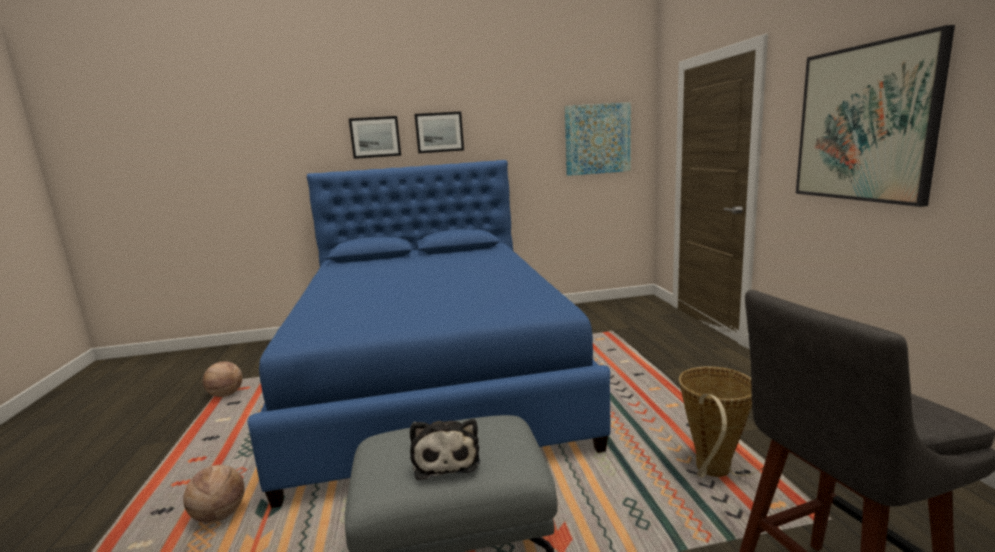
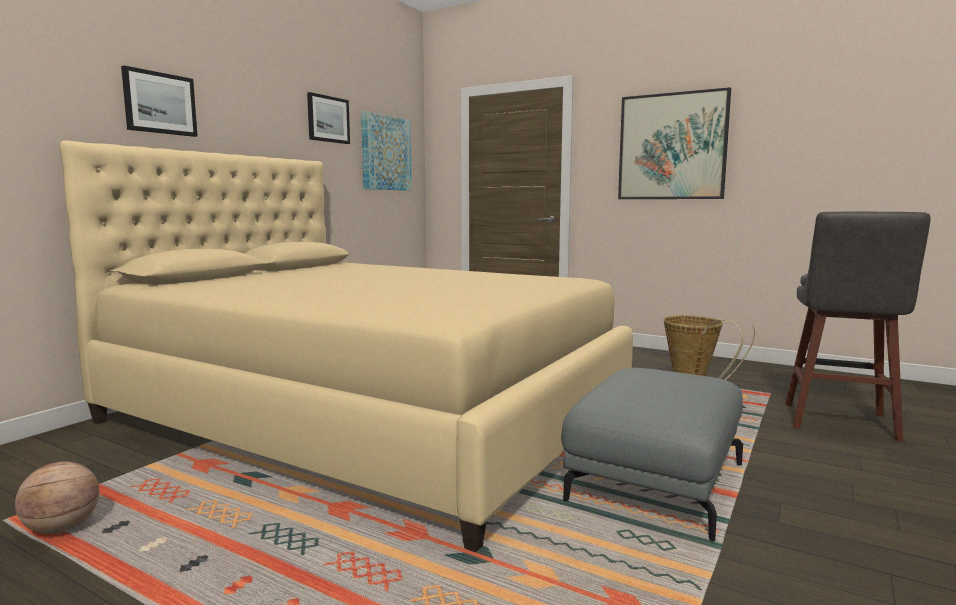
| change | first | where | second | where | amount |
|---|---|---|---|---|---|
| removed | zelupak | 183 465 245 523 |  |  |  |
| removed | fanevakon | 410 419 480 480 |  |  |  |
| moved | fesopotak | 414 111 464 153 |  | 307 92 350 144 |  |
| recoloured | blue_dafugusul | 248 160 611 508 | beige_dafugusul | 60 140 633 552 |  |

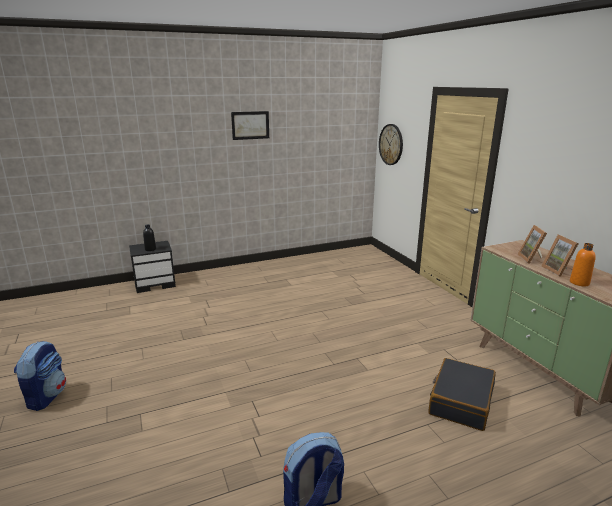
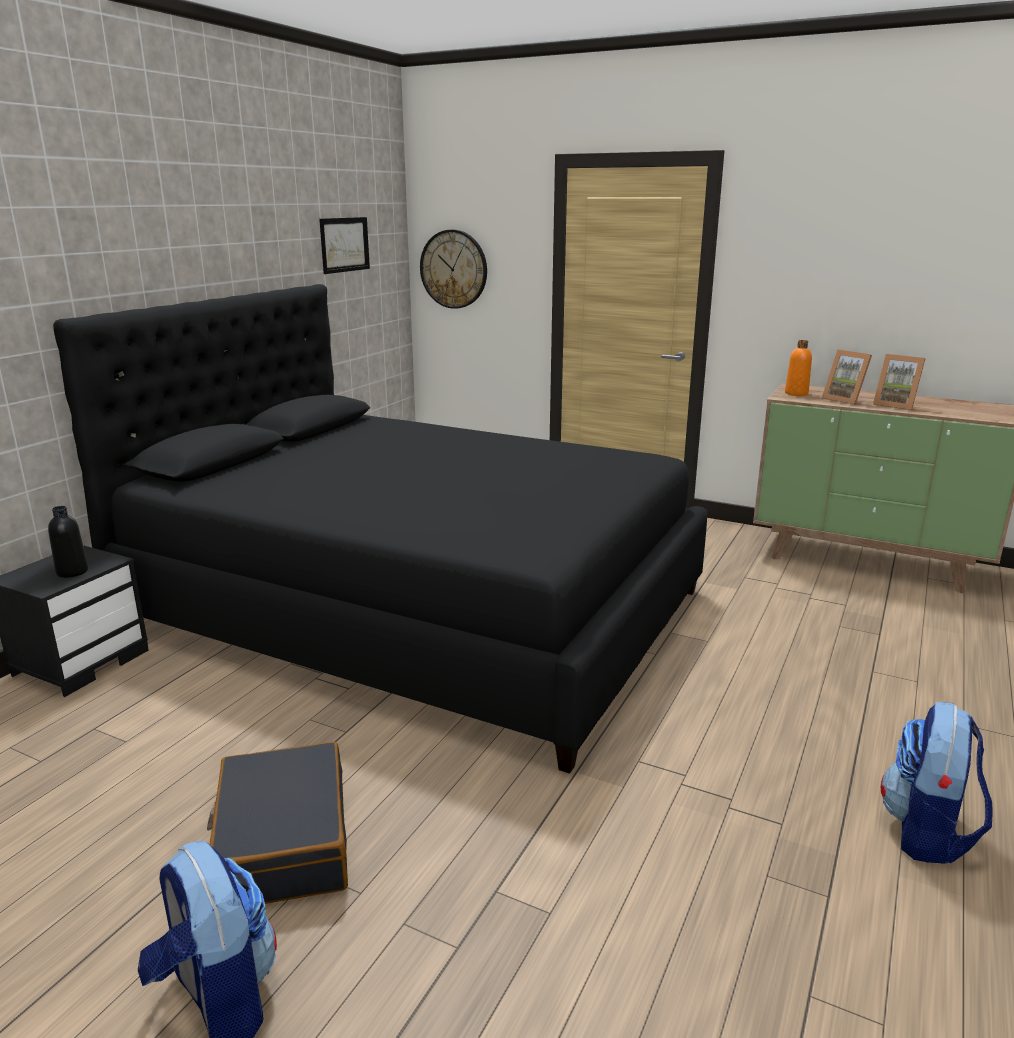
| change | first | where | second | where | amount |
|---|---|---|---|---|---|
| added |  |  | black_dafugusul | 53 284 707 773 |  |
| moved | fesopotak | 231 111 269 140 |  | 319 217 370 274 |  |
| moved | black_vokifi | 428 358 496 431 |  | 207 742 348 904 |  |
| moved | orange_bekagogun | 570 243 596 286 |  | 785 340 812 396 |  |

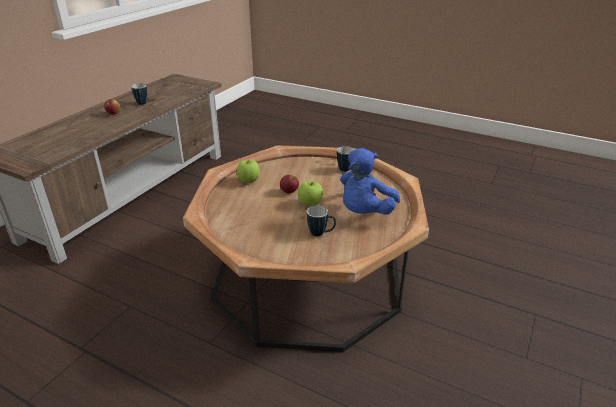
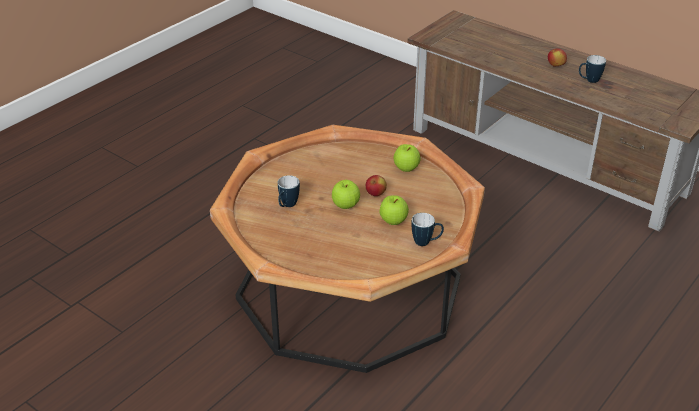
| change | first | where | second | where | amount |
|---|---|---|---|---|---|
| removed | blue_fanevakon | 340 148 400 215 |  |  |  |
| added |  |  | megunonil | 379 196 409 225 |  |

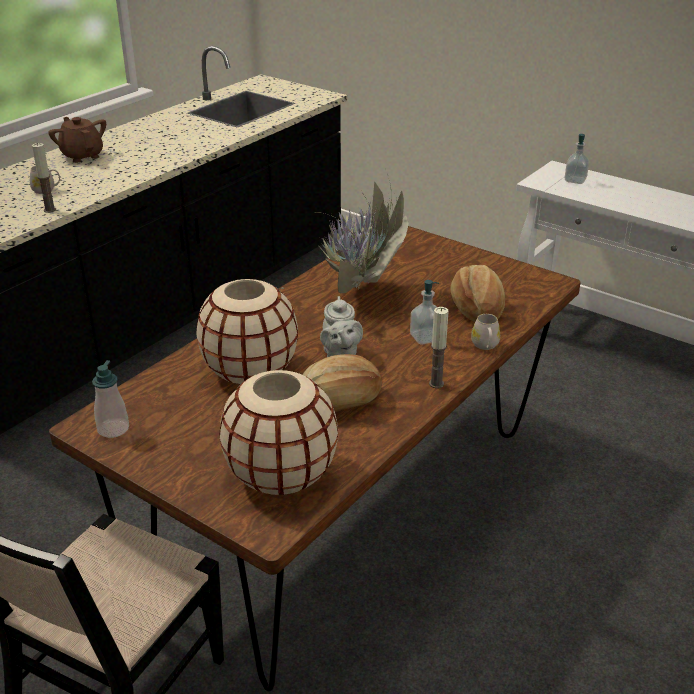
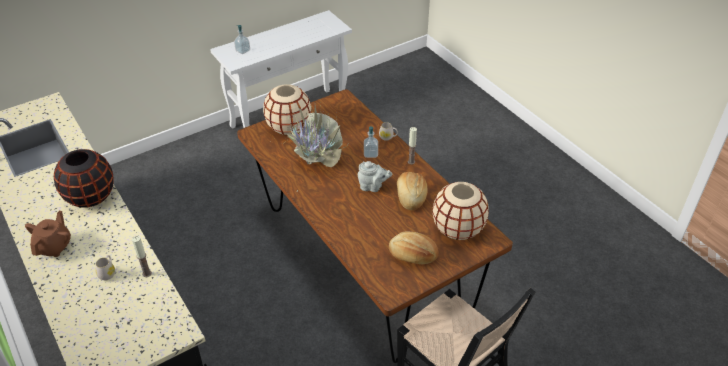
| change | first | where | second | where | amount |
|---|---|---|---|---|---|
| removed | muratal | 92 360 129 438 |  |  |  |
| added |  |  | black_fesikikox | 54 149 114 208 |  |
| moved | beige_fesikikox | 196 279 298 384 |  | 263 84 311 135 |  |
| moved | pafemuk | 450 265 505 322 |  | 389 231 439 264 |  |
| turned | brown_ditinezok | 48 117 106 163 |  | 25 211 71 257 | 120 degrees clockwise |

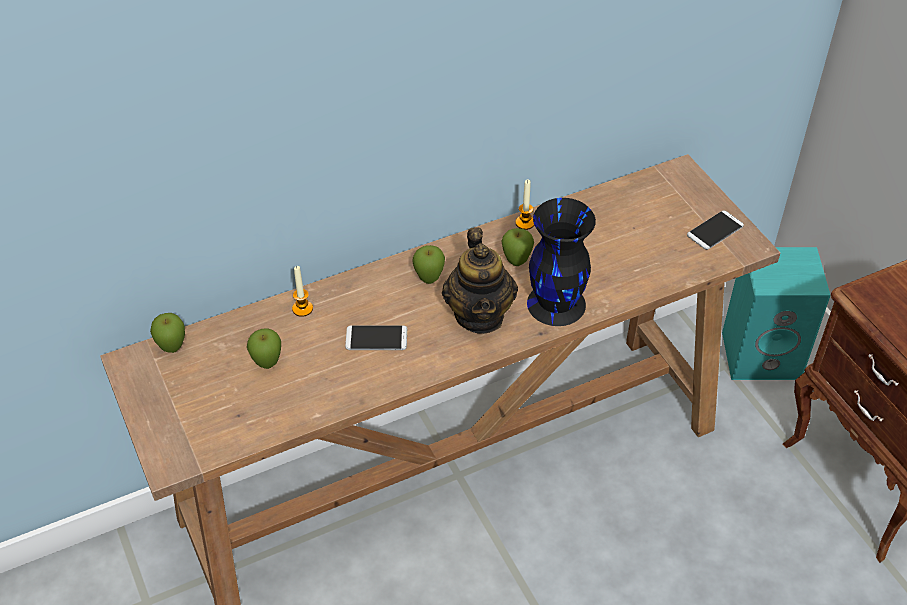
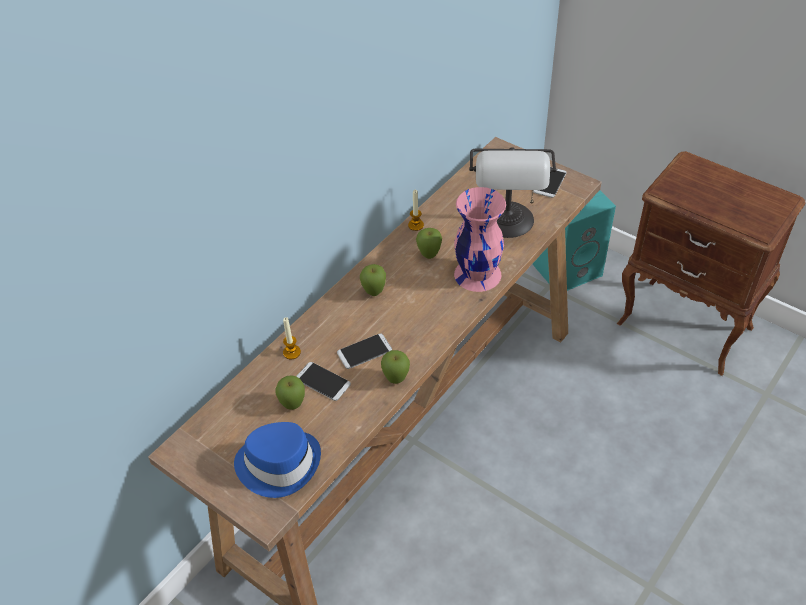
| change | first | where | second | where | amount |
|---|---|---|---|---|---|
| removed | ditinezok | 442 227 518 334 |  |  |  |
| added |  |  | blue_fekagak | 234 422 321 498 |  |
| added |  |  | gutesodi | 297 362 351 401 |  |
| added |  |  | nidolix | 469 147 557 238 |  |
| moved | megunonil | 150 313 185 353 |  | 381 350 410 384 |  |
| recoloured | black_fesikikox | 527 198 596 326 | pink_fesikikox | 454 187 506 292 |  |

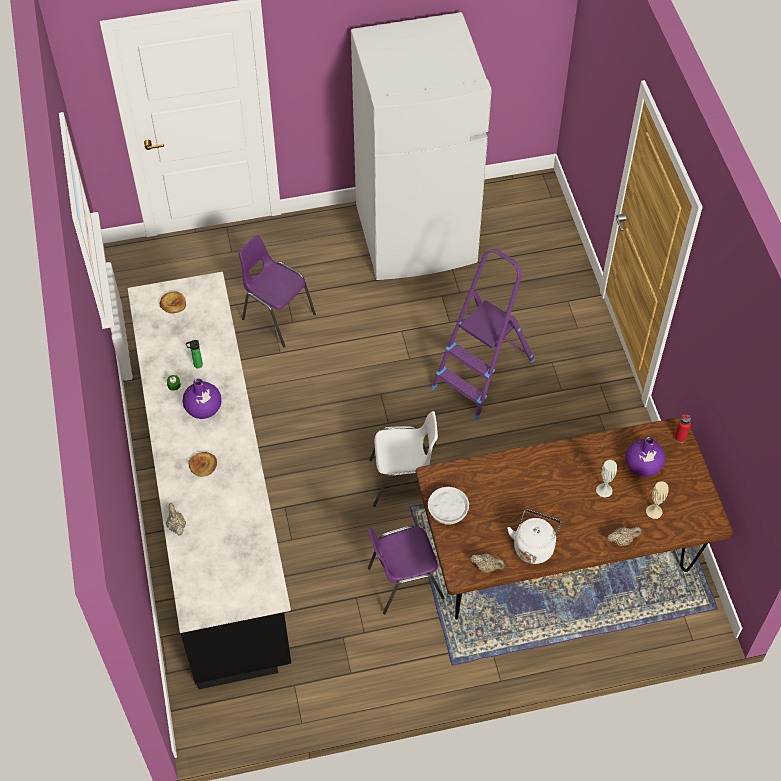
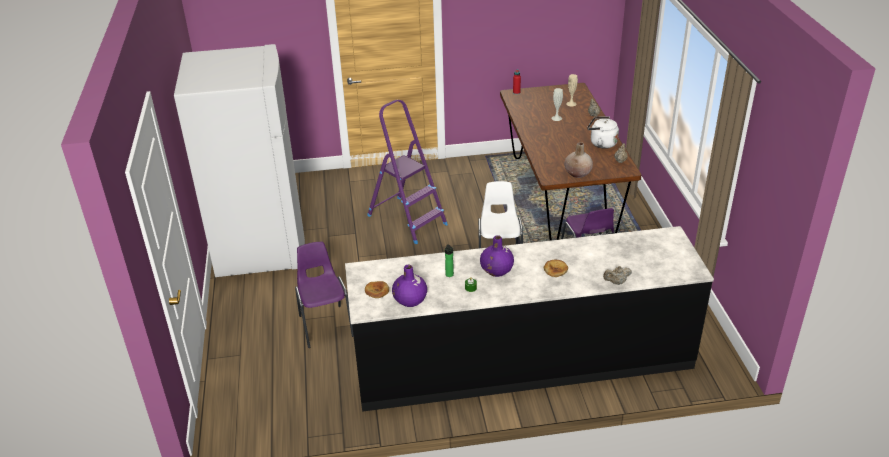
| change | first | where | second | where | amount |
|---|---|---|---|---|---|
| moved | purple_fesikikox | 626 437 665 477 |  | 392 265 427 307 |  |
| replaced | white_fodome | 428 487 469 525 | beige_fesikikox | 564 142 593 178 |  |
| turned | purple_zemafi | 239 235 316 347 |  | 295 242 354 348 | 120 degrees clockwise |

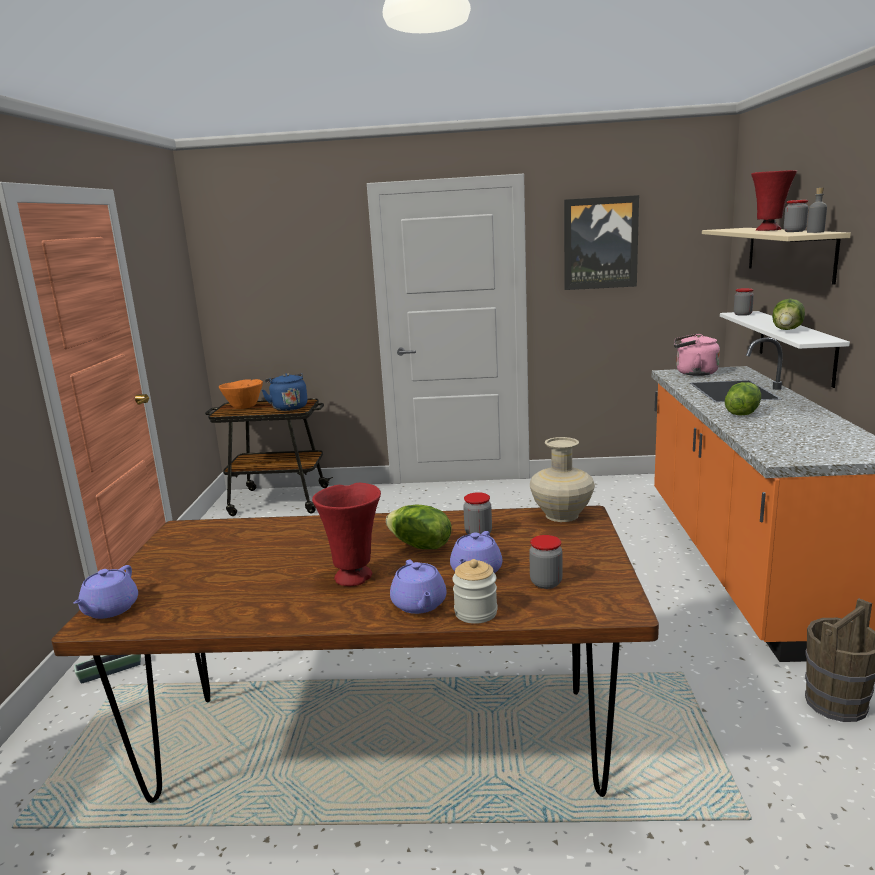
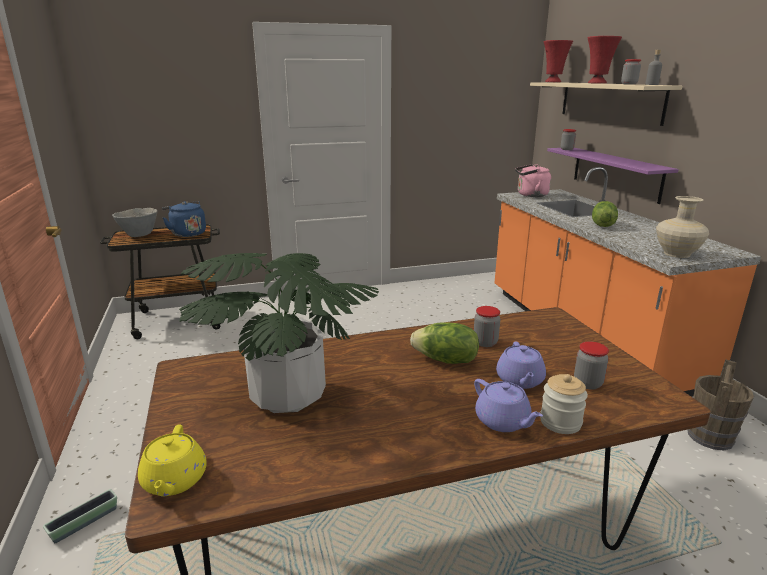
| change | first | where | second | where | amount |
|---|---|---|---|---|---|
| removed | fesopotak | 564 195 639 290 |  |  |  |
| removed | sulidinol | 772 299 805 330 |  |  |  |
| added |  |  | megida | 179 253 379 413 |  |
| moved | red_fesikikox | 312 483 381 586 |  | 544 40 573 82 |  |
| moved | beige_fesikikox | 530 437 595 522 |  | 656 196 709 258 |  |
| recoloured | purple_ditinezok | 74 565 138 619 | yellow_ditinezok | 138 424 207 496 |  |
| recoloured | orange_fodome | 219 379 263 409 | grey_fodome | 112 208 158 237 |  |
| recoloured | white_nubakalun | 720 311 850 388 | purple_nubakalun | 547 148 679 204 |  |

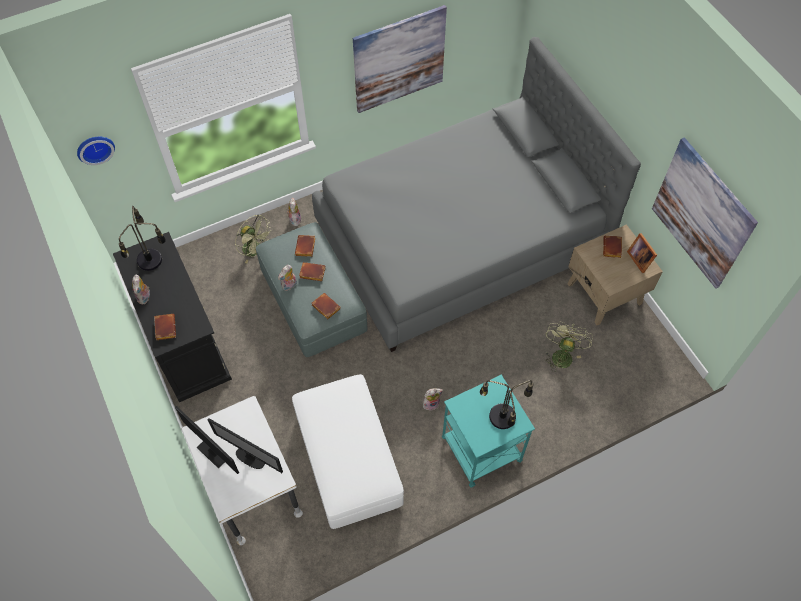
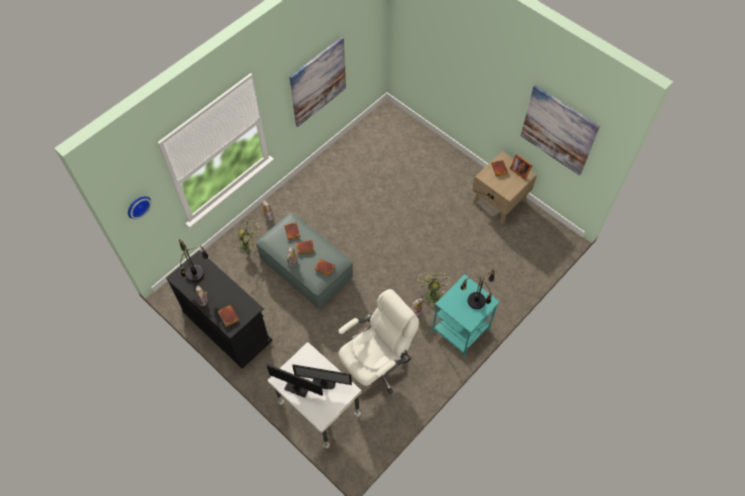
| change | first | where | second | where | amount |
|---|---|---|---|---|---|
| removed | grey_dafugusul | 312 37 641 352 |  |  |  |
| moved | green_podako | 545 322 593 372 |  | 417 271 451 308 |  |
| replaced | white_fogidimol | 292 374 404 529 | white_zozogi | 338 289 419 394 |  |

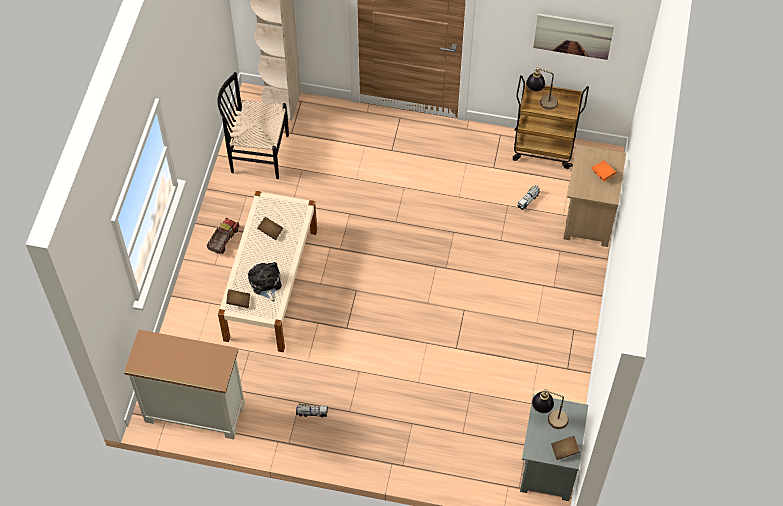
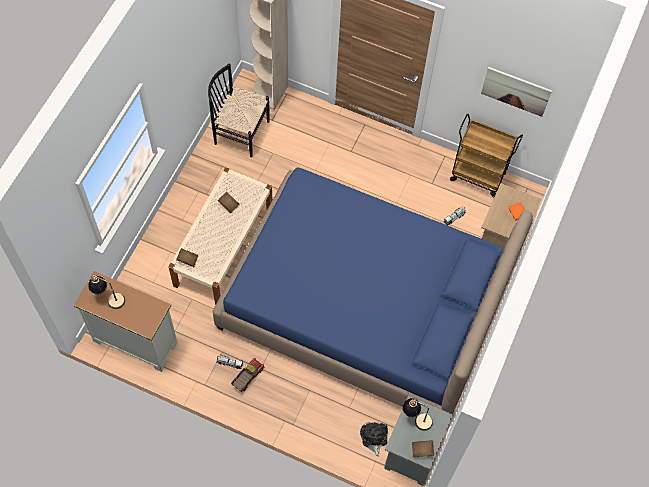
| change | first | where | second | where | amount |
|---|---|---|---|---|---|
| added |  |  | blue_dafugusul | 213 167 533 415 |  |
| moved | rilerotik | 206 218 239 254 |  | 231 358 264 392 |  |
| moved | fanevakon | 248 262 282 302 |  | 360 422 388 457 |  |
| moved | nidolix | 526 67 558 110 |  | 88 275 125 309 |  |

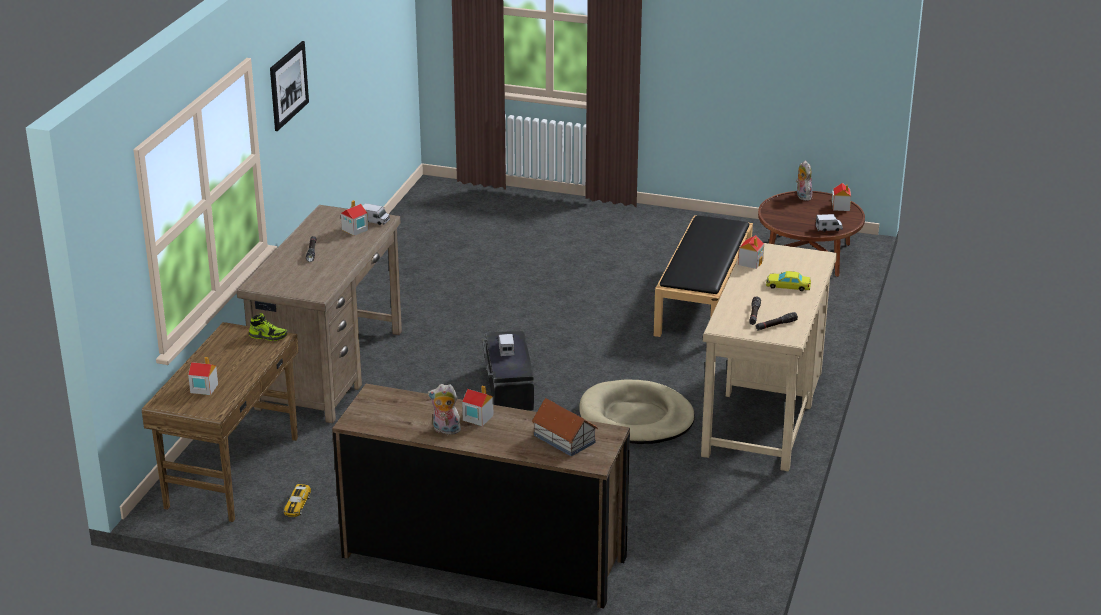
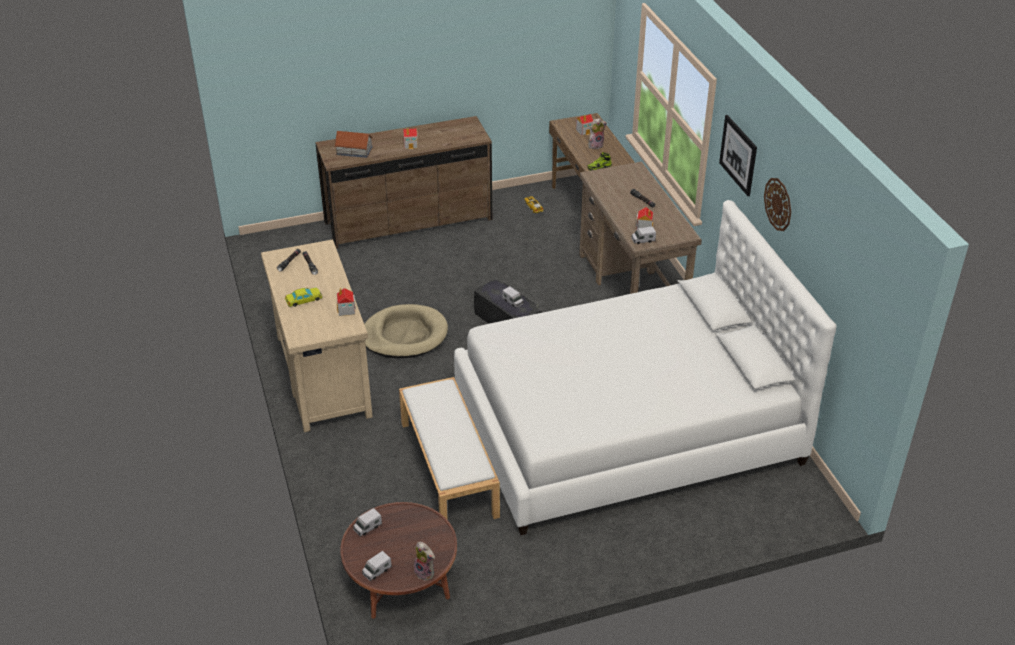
| change | first | where | second | where | amount |
|---|---|---|---|---|---|
| added |  |  | white_dafugusul | 454 200 837 535 |  |
| added |  |  | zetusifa | 764 178 791 231 |  |
| moved | fanevakon | 428 384 461 435 |  | 588 118 607 149 |  |
| replaced | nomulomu | 832 183 851 211 | rilerotik | 362 551 392 581 |  |
| recoloured | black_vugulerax | 654 215 753 337 | white_vugulerax | 399 377 500 520 |  |

